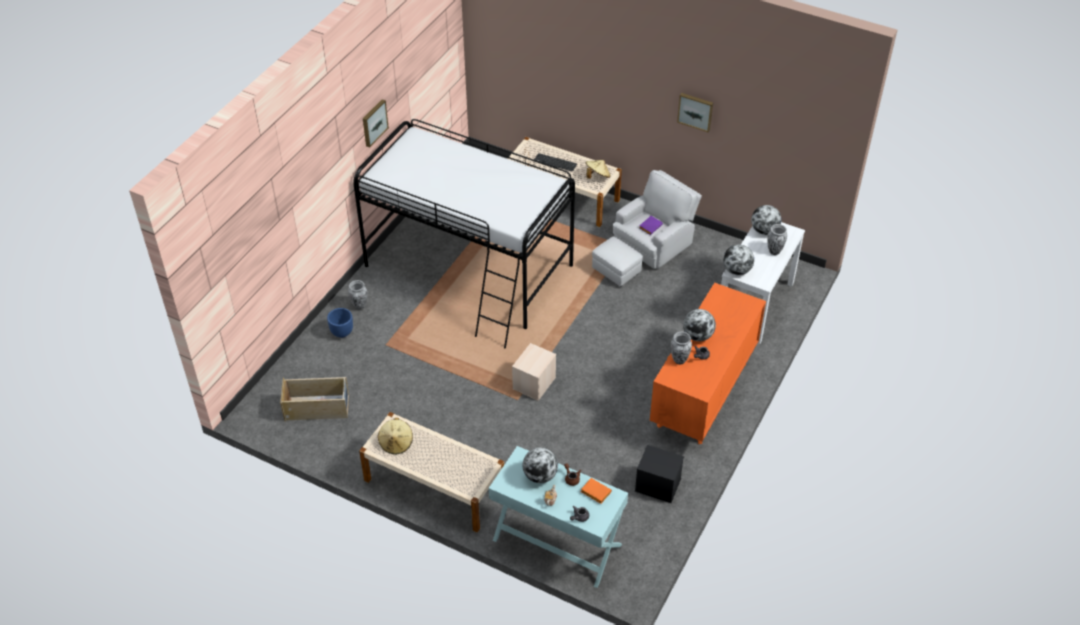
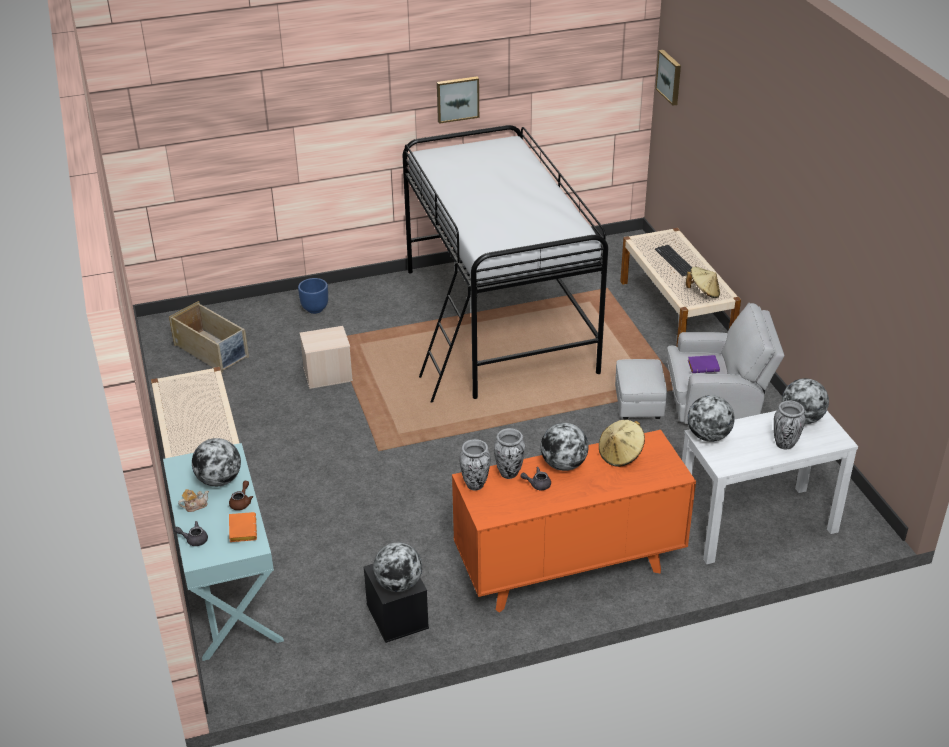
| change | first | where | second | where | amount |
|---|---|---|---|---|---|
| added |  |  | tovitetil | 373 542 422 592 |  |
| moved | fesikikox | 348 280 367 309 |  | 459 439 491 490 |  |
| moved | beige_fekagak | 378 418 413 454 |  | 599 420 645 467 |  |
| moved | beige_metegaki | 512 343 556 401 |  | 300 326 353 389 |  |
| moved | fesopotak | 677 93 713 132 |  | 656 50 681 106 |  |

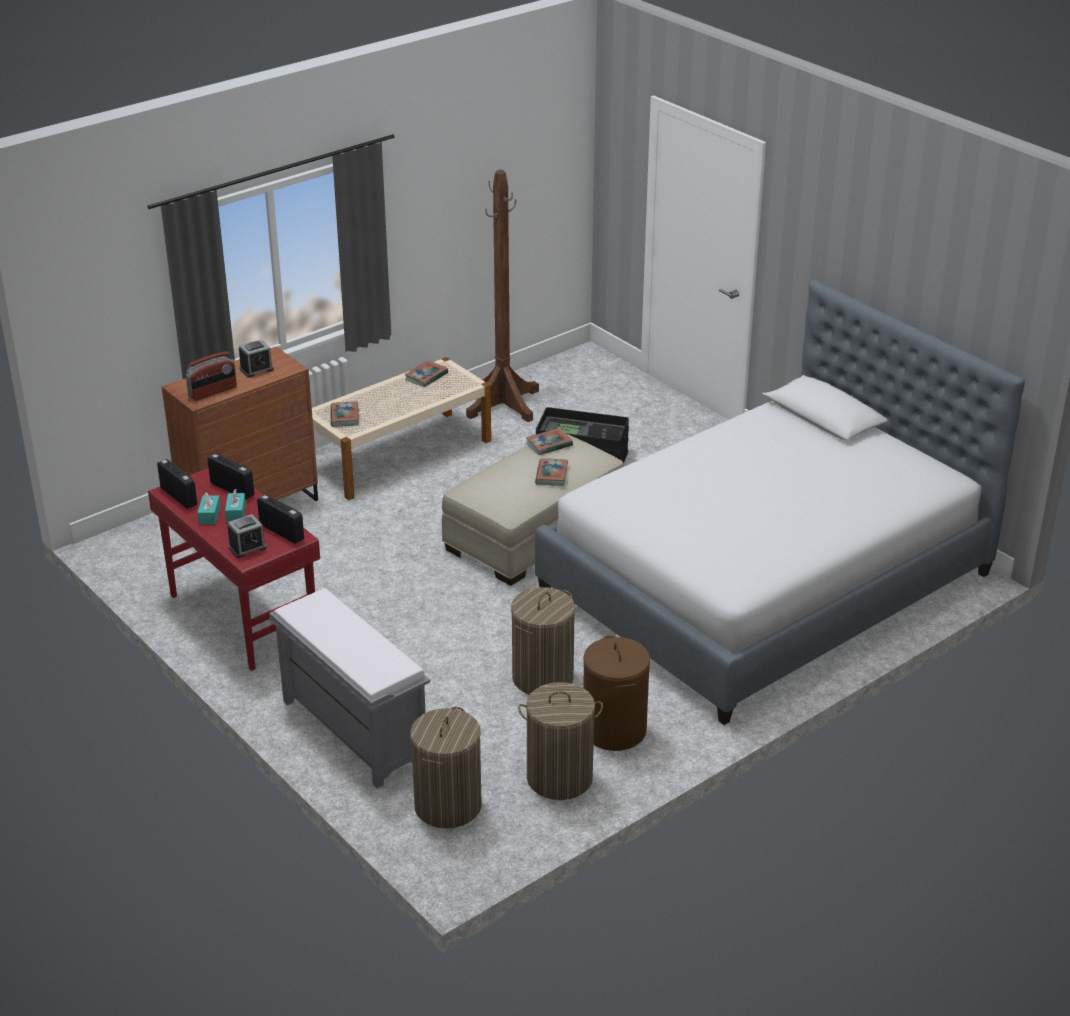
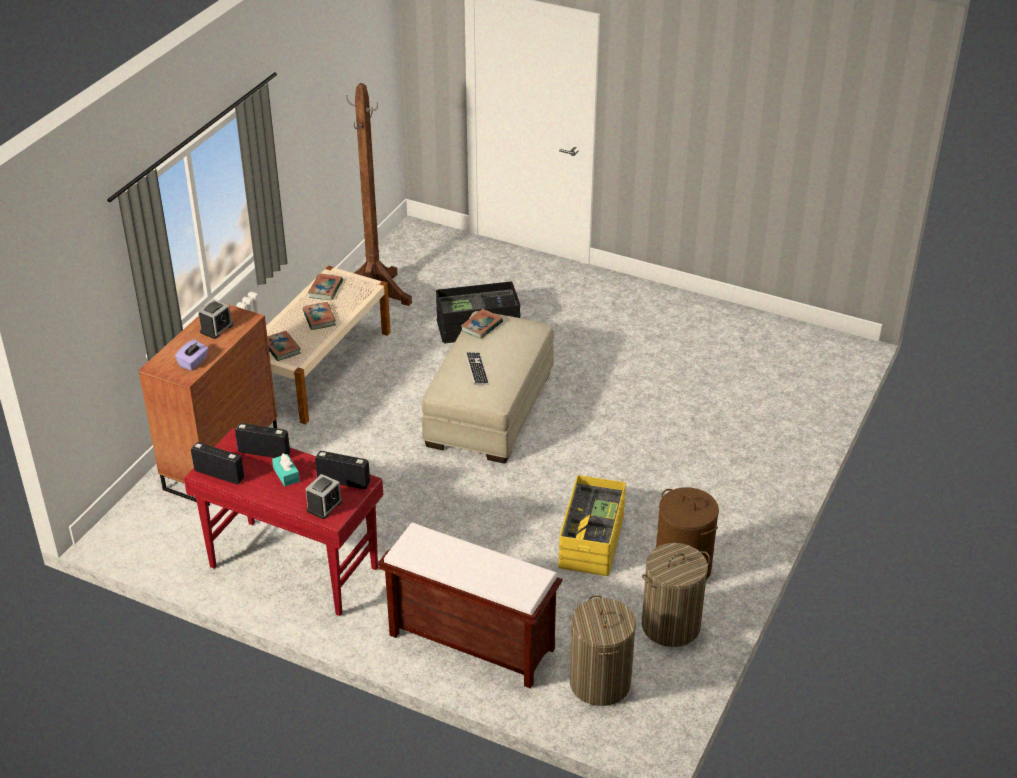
| change | first | where | second | where | amount |
|---|---|---|---|---|---|
| removed | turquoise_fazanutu | 198 492 221 524 |  |  |  |
| removed | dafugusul | 535 280 1025 725 |  |  |  |
| added |  |  | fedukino | 465 352 489 385 |  |
| moved | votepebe | 535 458 568 486 |  | 303 302 336 330 |  |
| replaced | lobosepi | 185 351 237 401 | purple_fazanutu | 175 339 209 371 |  |
| replaced | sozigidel | 511 587 575 695 | yellow_metegaki | 558 475 626 576 |  |
| recoloured | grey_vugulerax | 269 588 430 788 | brown_vugulerax | 378 522 562 688 |  |

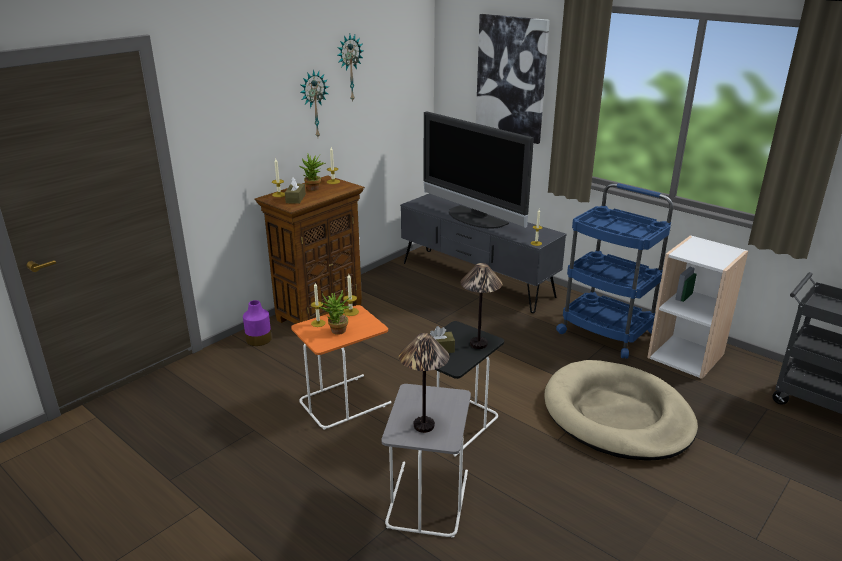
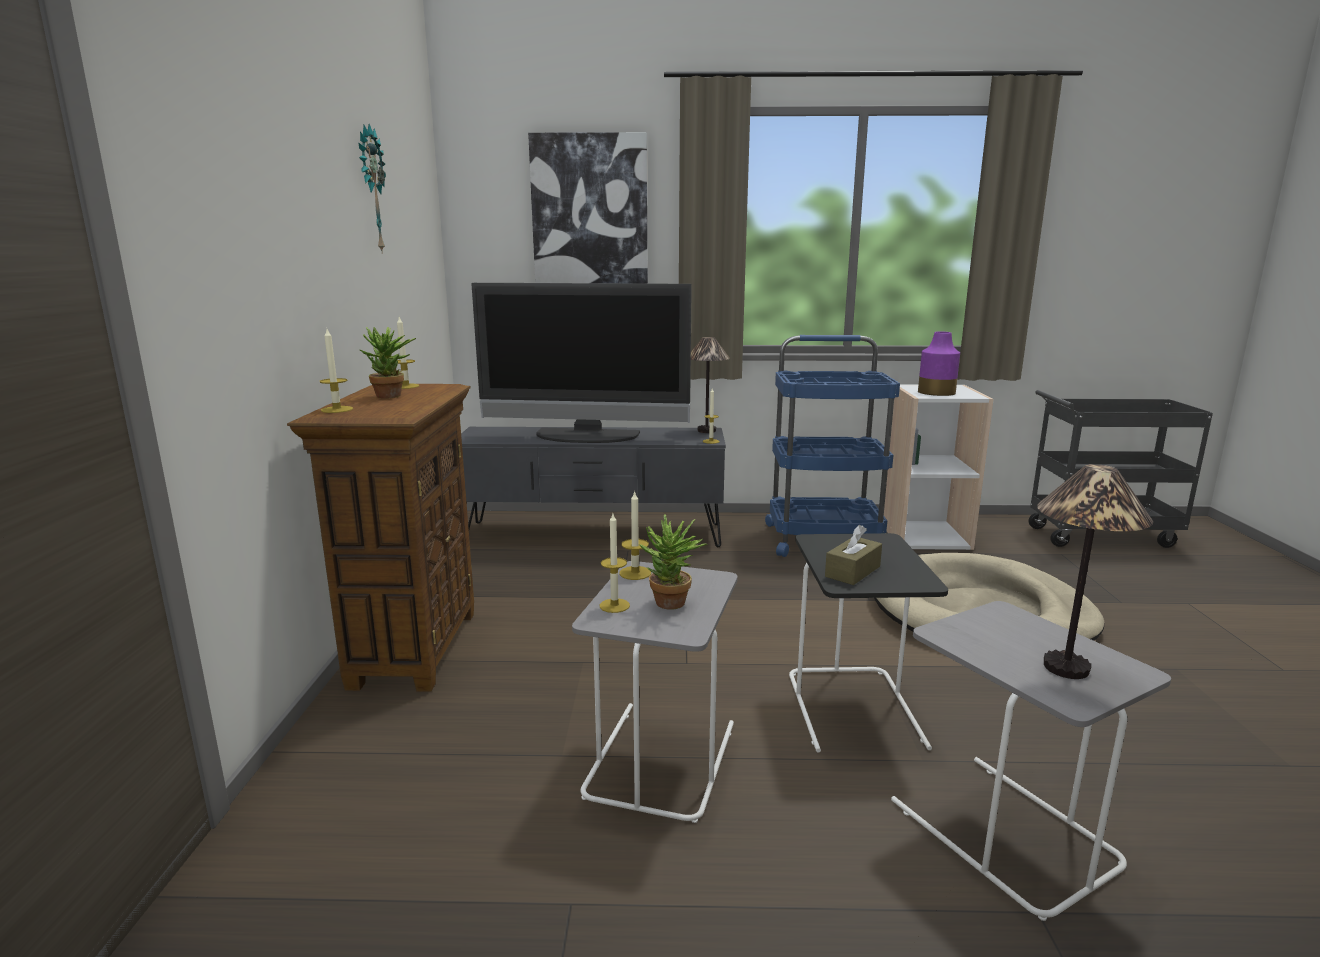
| change | first | where | second | where | amount |
|---|---|---|---|---|---|
| removed | brown_fazanutu | 285 177 306 204 |  |  |  |
| removed | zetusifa | 300 69 329 137 |  |  |  |
| moved | purple_fesikikox | 243 300 272 346 |  | 918 331 960 396 |  |
| moved | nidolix | 460 263 502 349 |  | 691 337 730 433 |  |
| recoloured | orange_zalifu | 291 305 392 430 | grey_zalifu | 572 561 737 823 |  |

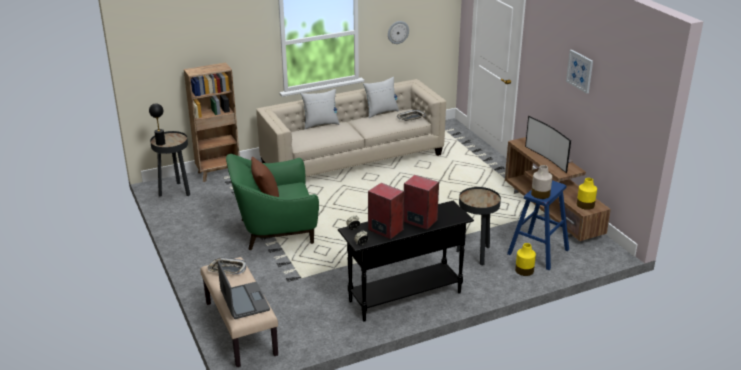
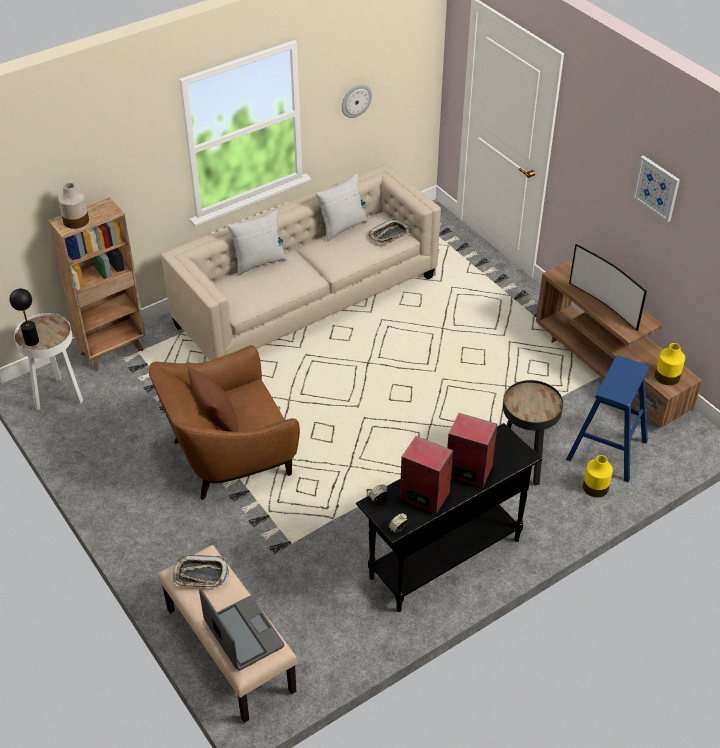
| change | first | where | second | where | amount |
|---|---|---|---|---|---|
| moved | beige_fesikikox | 531 165 552 199 |  | 58 183 89 229 |  |
| recoloured | black_zalifu | 150 131 190 197 | white_zalifu | 14 313 83 410 |  |
| recoloured | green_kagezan | 226 154 319 250 | brown_kagezan | 149 345 300 500 |  |

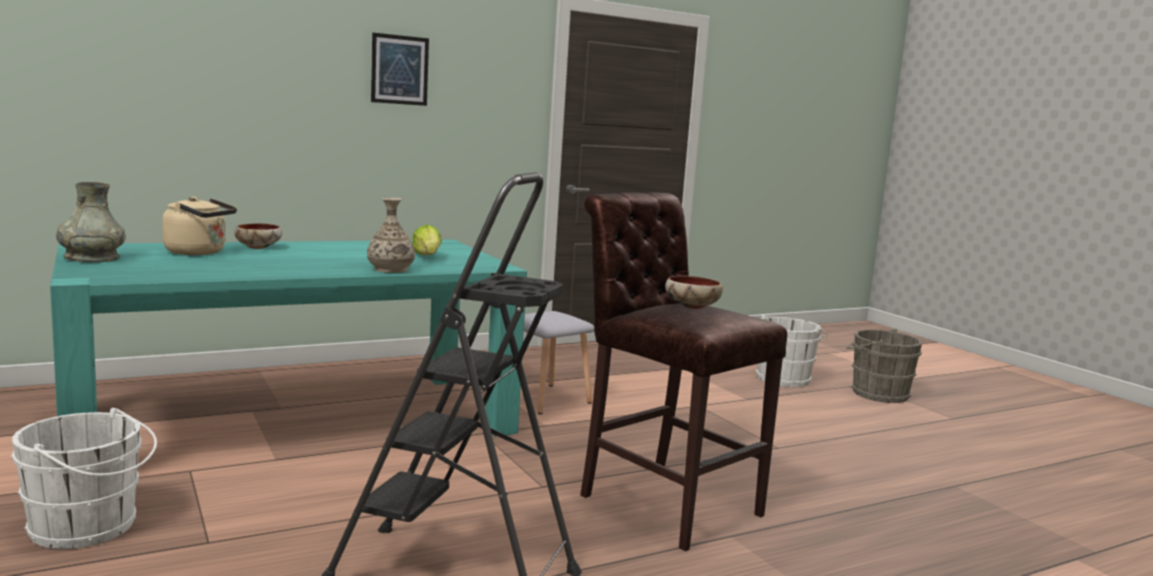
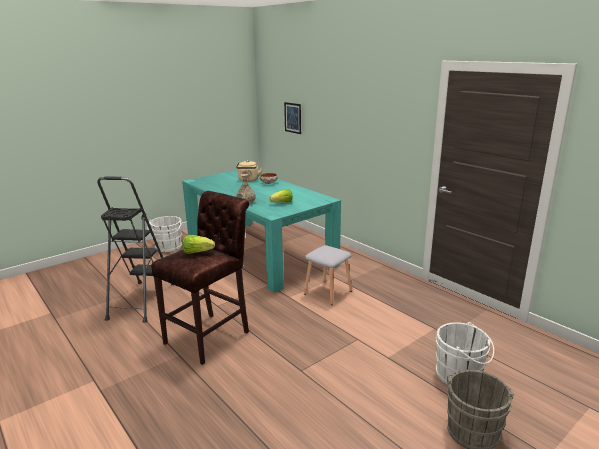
| change | first | where | second | where | amount |
|---|---|---|---|---|---|
| removed | grey_fesikikox | 56 182 126 263 |  |  |  |
| moved | fesopotak | 371 33 429 106 |  | 284 102 301 134 |  |
| replaced | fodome | 665 276 723 309 | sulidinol | 182 235 215 254 |  |

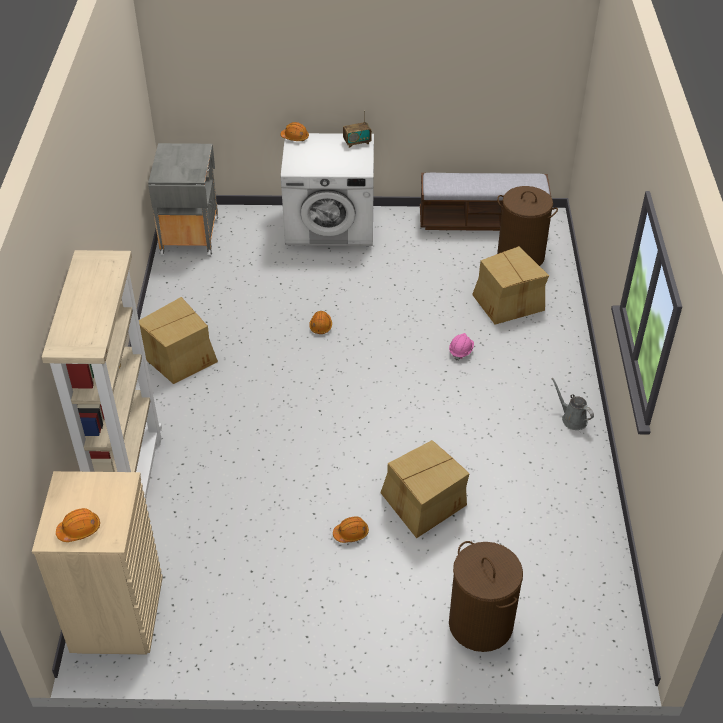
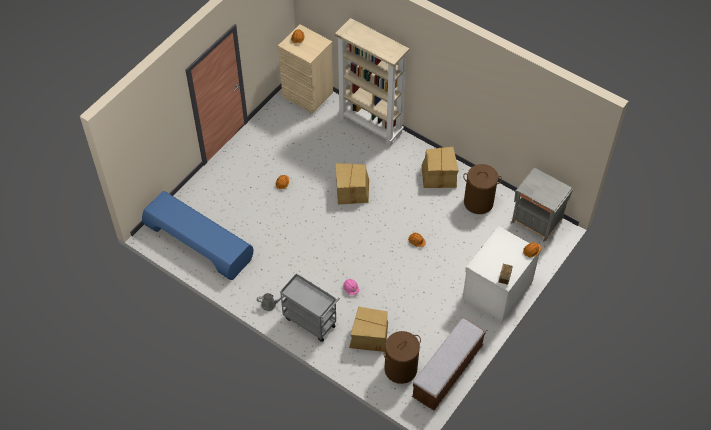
| change | first | where | second | where | amount |
|---|---|---|---|---|---|
| added |  |  | blue_vugulerax | 142 191 253 280 |  |
| added |  |  | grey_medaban | 280 274 340 342 |  |
| moved | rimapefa | 380 440 470 538 |  | 336 163 369 205 |  |
| moved | brown_sozigidel | 449 541 523 652 |  | 463 164 502 214 |  |

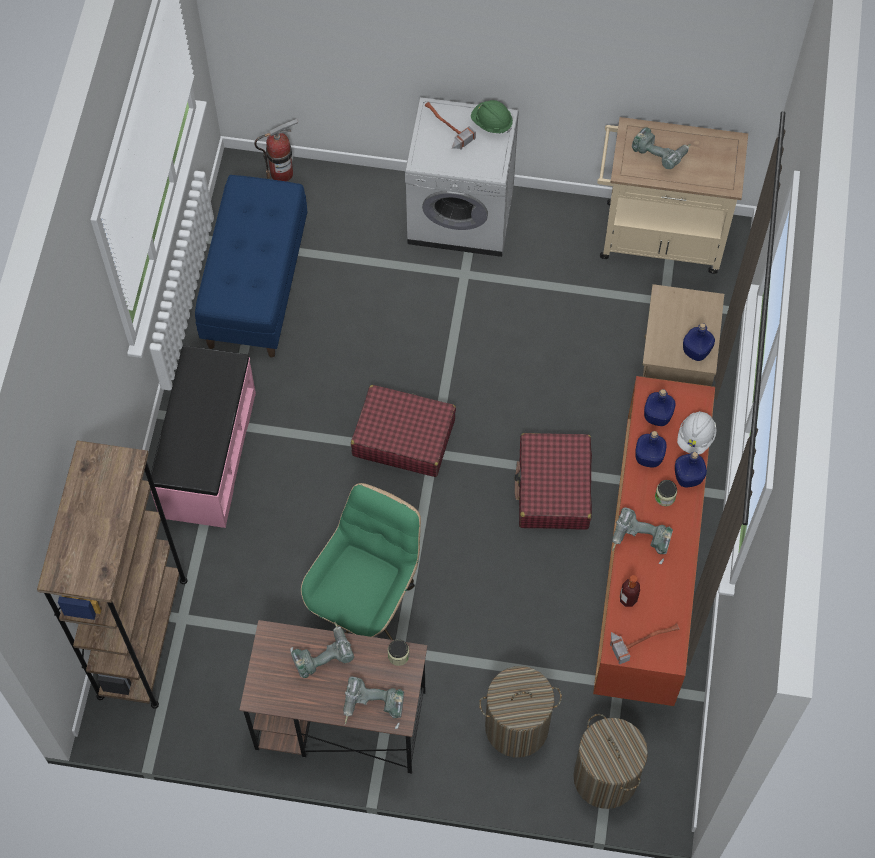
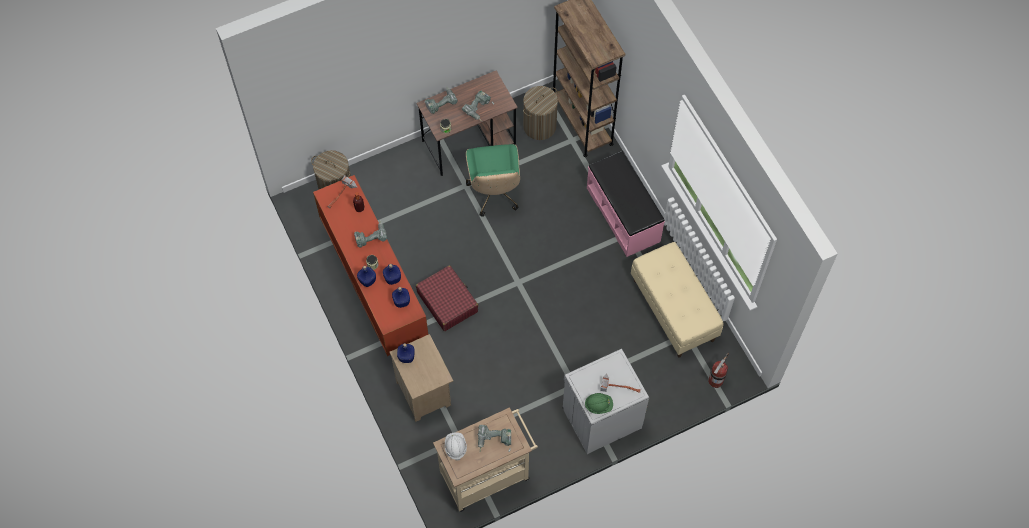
| change | first | where | second | where | amount |
|---|---|---|---|---|---|
| removed | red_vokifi | 351 385 456 477 |  |  |  |
| moved | sozigidel | 479 666 562 757 |  | 523 86 558 140 |  |
| moved | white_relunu | 677 411 717 454 |  | 445 432 467 461 |  |
| recoloured | blue_vugulerax | 195 175 307 357 | beige_vugulerax | 631 242 724 358 |  |

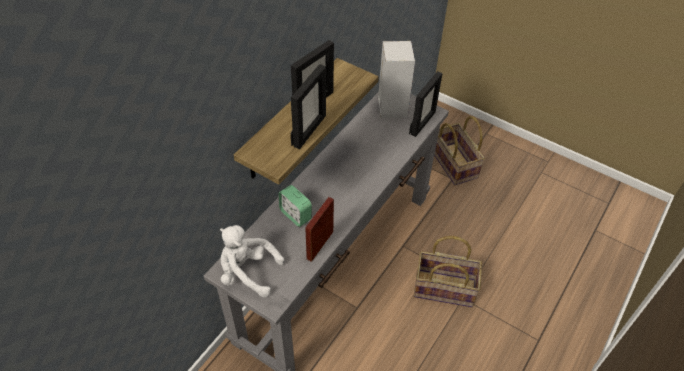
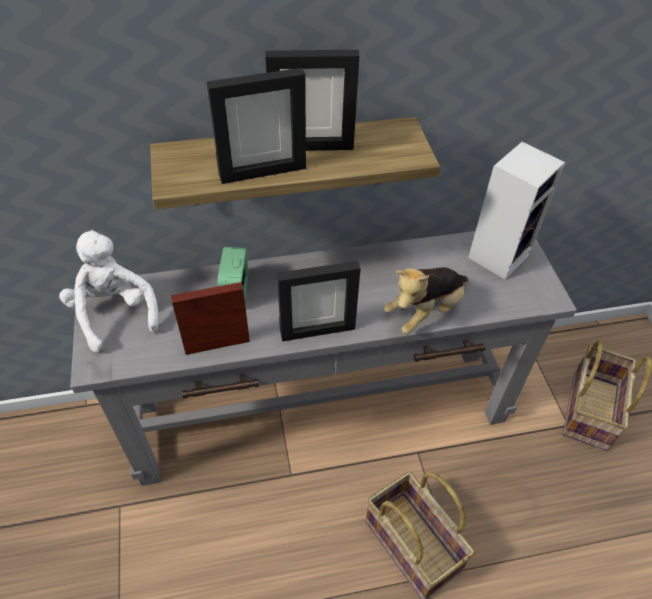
| change | first | where | second | where | amount |
|---|---|---|---|---|---|
| added |  |  | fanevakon | 384 267 468 335 |  |
| moved | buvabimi | 409 71 443 137 |  | 277 261 361 341 |  |

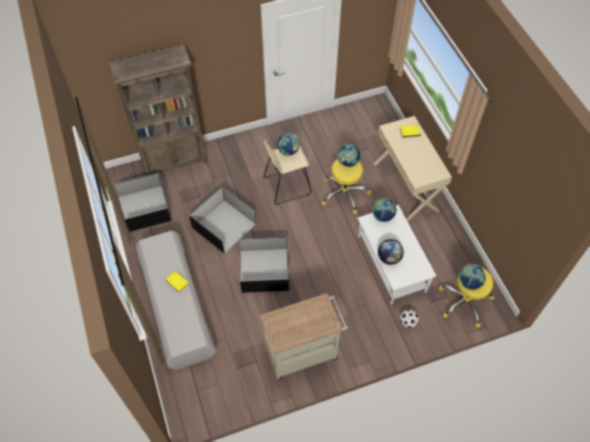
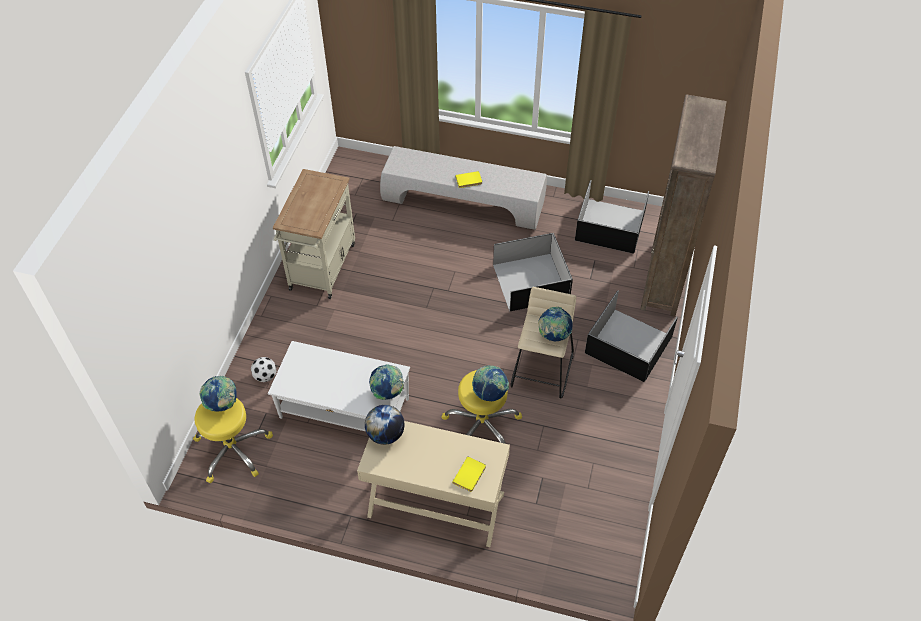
| change | first | where | second | where | amount |
|---|---|---|---|---|---|
| moved | black_metegaki | 240 236 290 293 |  | 585 290 678 382 |  |
| moved | tovitetil | 378 239 404 265 |  | 365 405 404 445 |  |

